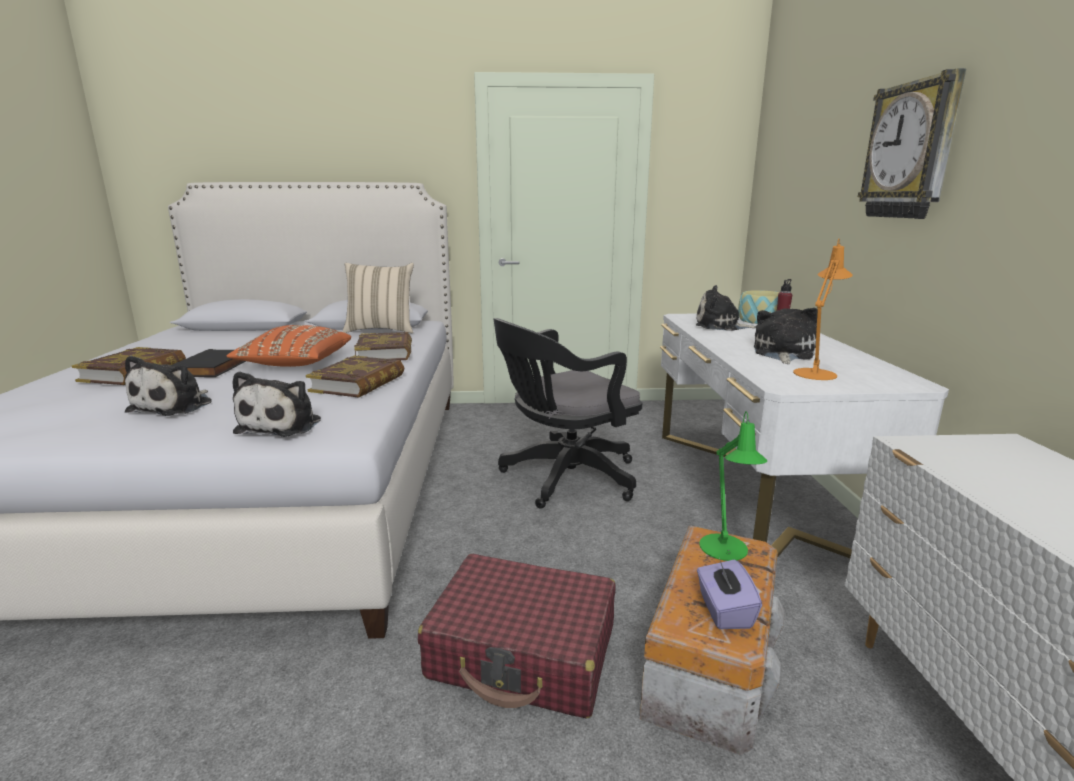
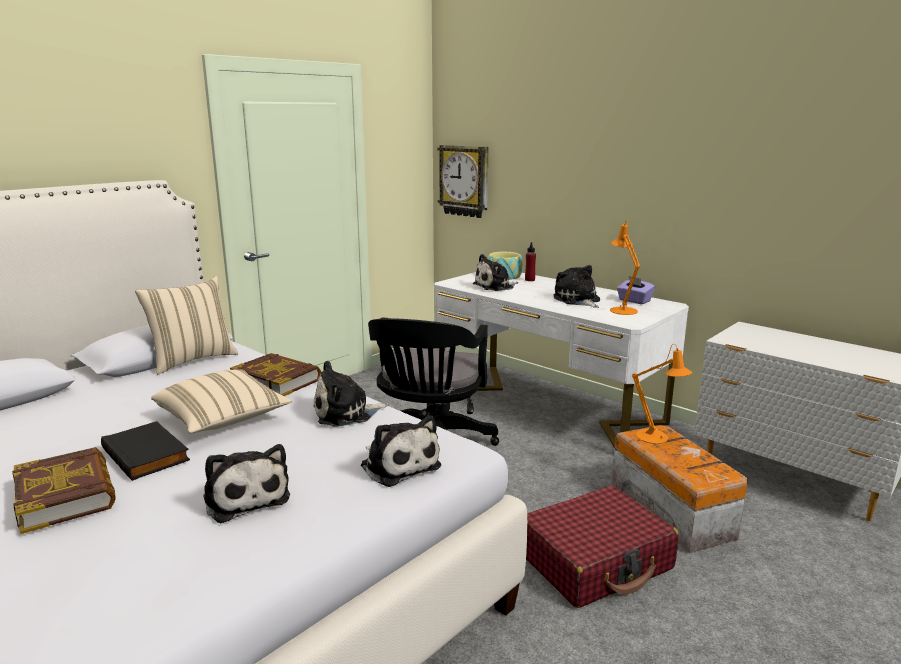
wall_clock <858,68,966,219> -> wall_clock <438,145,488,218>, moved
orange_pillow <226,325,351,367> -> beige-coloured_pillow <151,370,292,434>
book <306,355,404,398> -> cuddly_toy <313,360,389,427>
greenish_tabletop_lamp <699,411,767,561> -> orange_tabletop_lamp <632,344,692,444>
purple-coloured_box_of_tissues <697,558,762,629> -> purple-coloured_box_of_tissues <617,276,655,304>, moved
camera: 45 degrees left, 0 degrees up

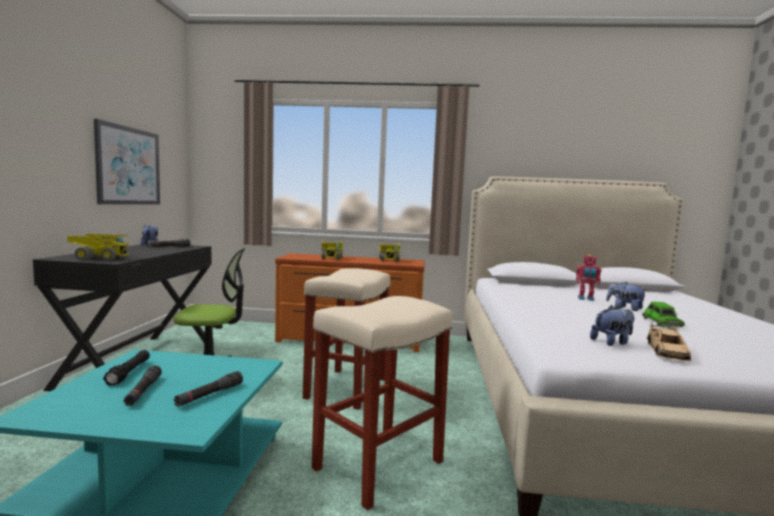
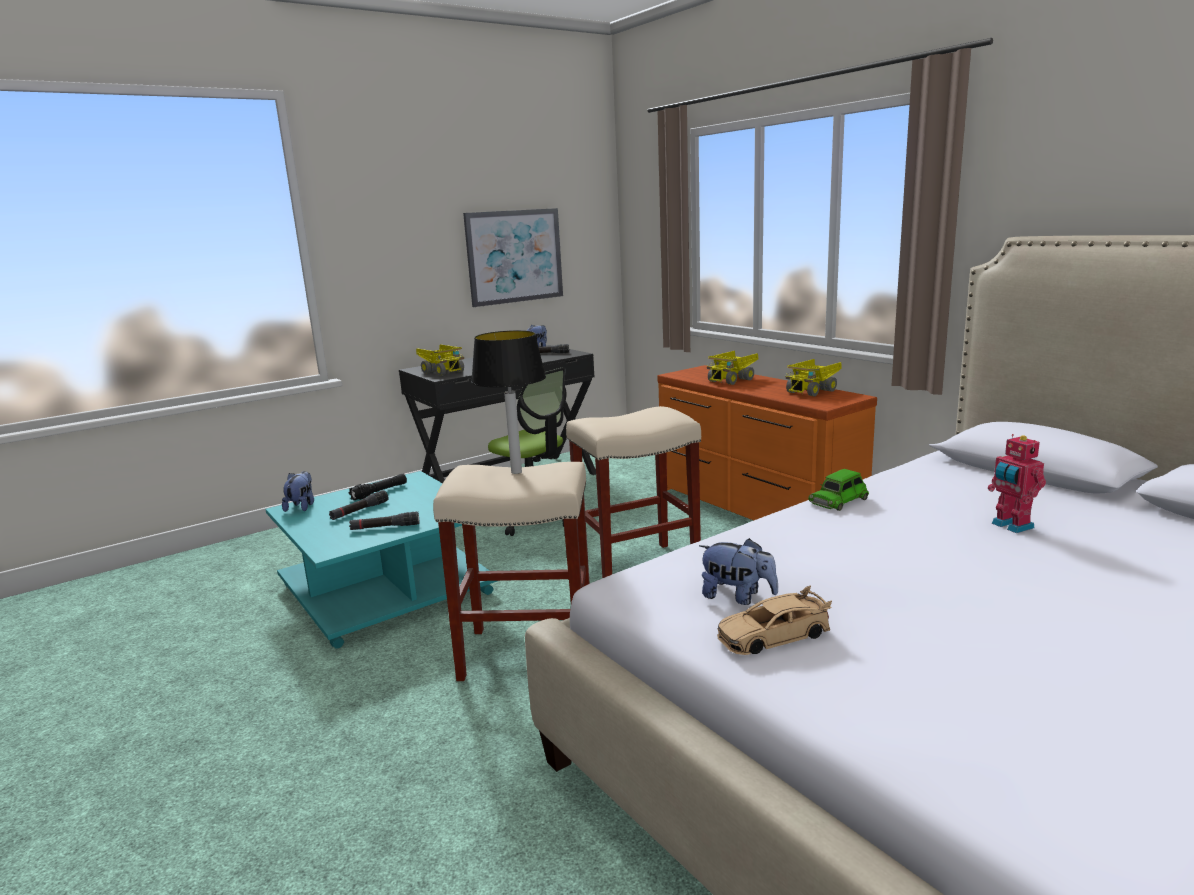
cuddly_toy <606,282,647,311> -> cuddly_toy <282,471,314,512>, moved
greenish_miniature_car <642,302,685,327> -> greenish_miniature_car <808,469,869,511>, moved
none -> tabletop_lamp <471,330,546,474>
camera: 50 degrees right, 10 degrees up

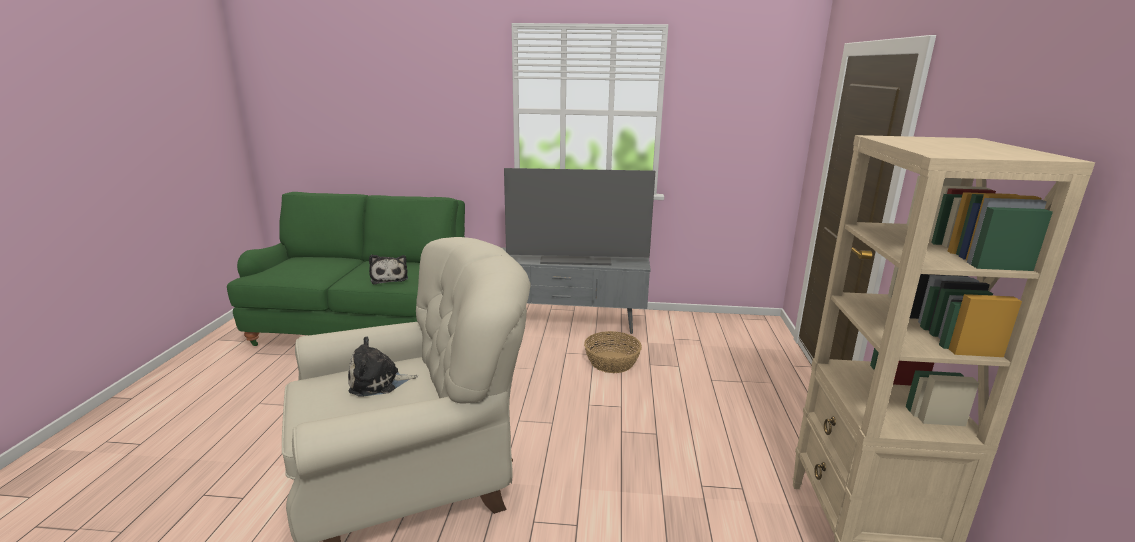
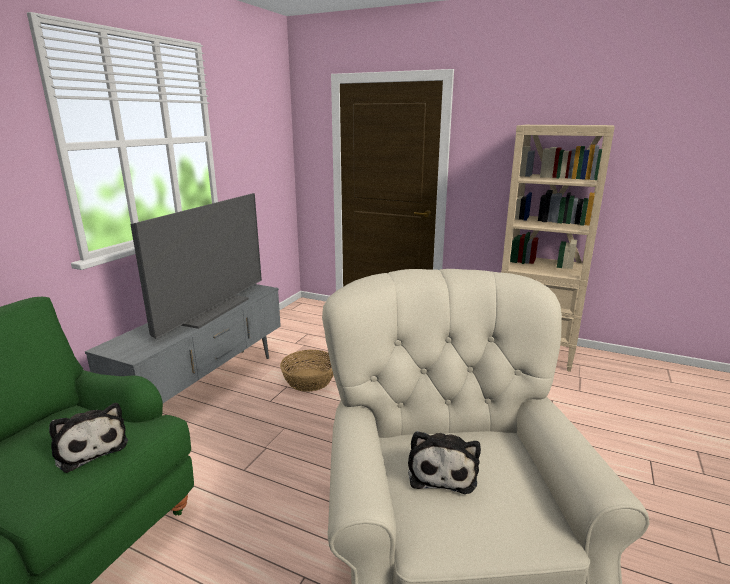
cuddly_toy <369,255,408,285> -> cuddly_toy <49,403,128,473>, 45 degrees clockwise
camera: 70 degrees left, 0 degrees up

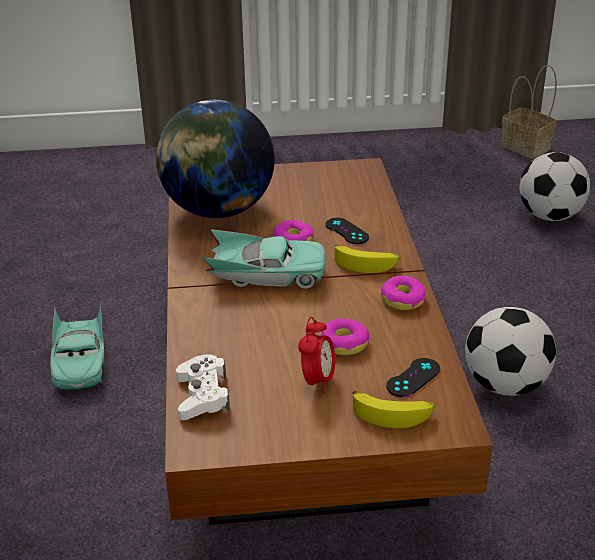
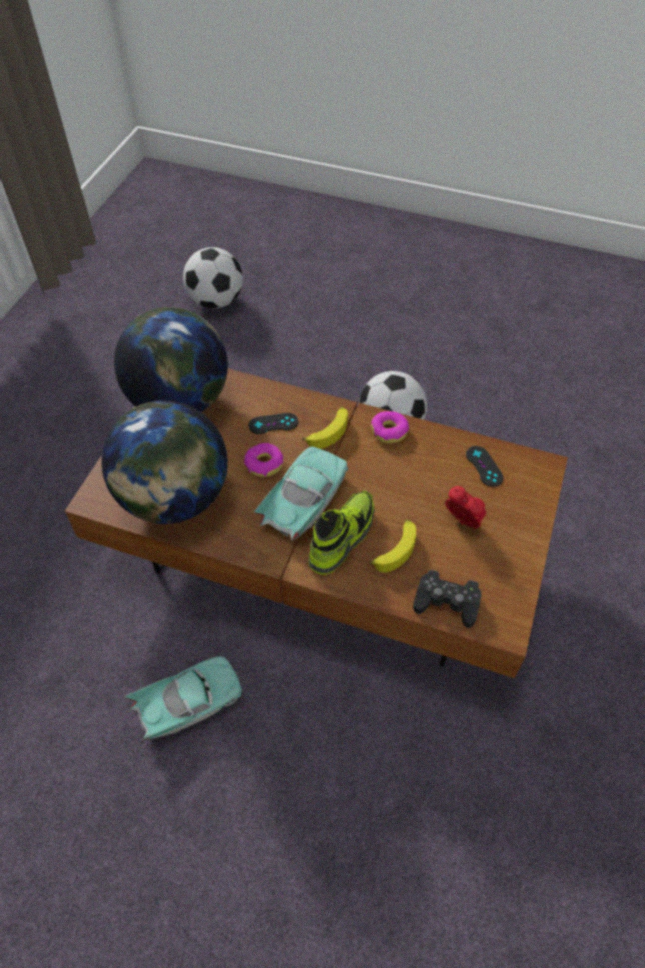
storage_basket <501,65,557,159> -> none
blue-green_miniature_car <50,303,104,390> -> blue-green_miniature_car <124,656,242,740>, 45 degrees counterclockwise
ring_doughnut <321,318,369,355> -> none
white_joypad <176,354,230,420> -> blackish_joypad <413,570,482,628>
banana_fruit <352,391,435,428> -> banana_fruit <369,519,416,573>, moved
none -> world_globe <114,307,228,412>
none -> low_shoe <309,490,375,575>
camera: 65 degrees left, 20 degrees up

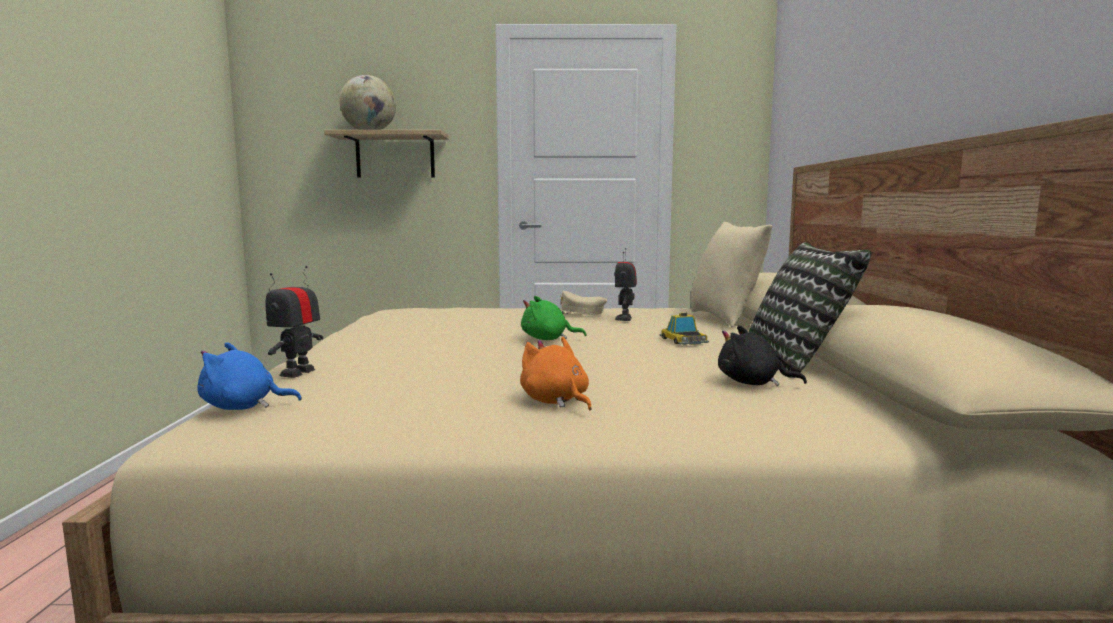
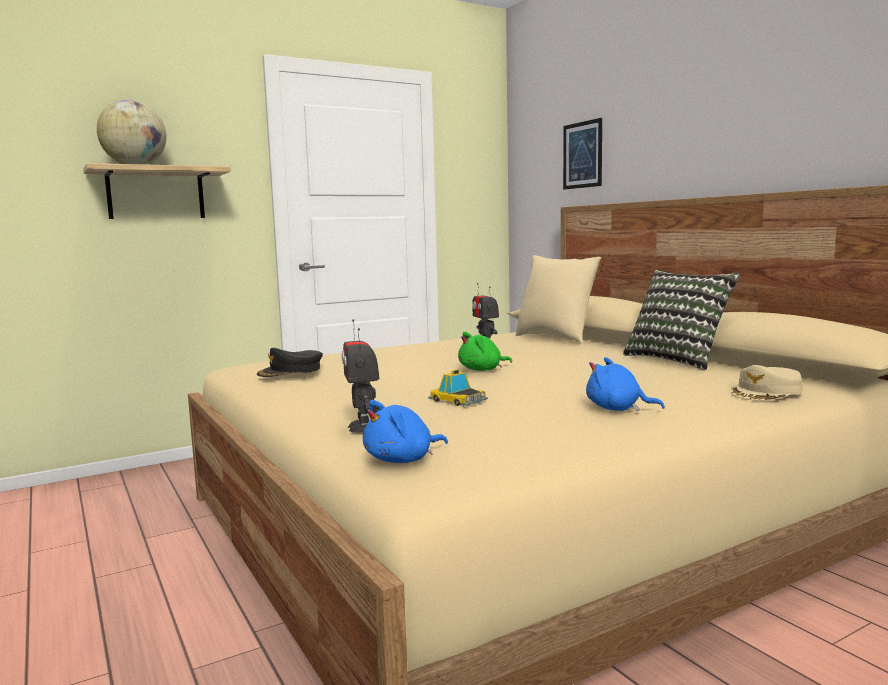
beige-coloured_baseball_cap <559,291,607,315> -> beige-coloured_baseball_cap <731,365,803,401>, moved
miniature_car <659,313,709,345> -> miniature_car <428,369,488,406>, moved
blackish_cuddly_toy <718,325,807,386> -> none
orange_cuddly_toy <520,337,591,410> -> blue_cuddly_toy <586,357,665,411>
none -> wall_picture <563,118,602,190>
none -> blackish_baseball_cap <257,348,323,377>
camera: 30 degrees left, 0 degrees up

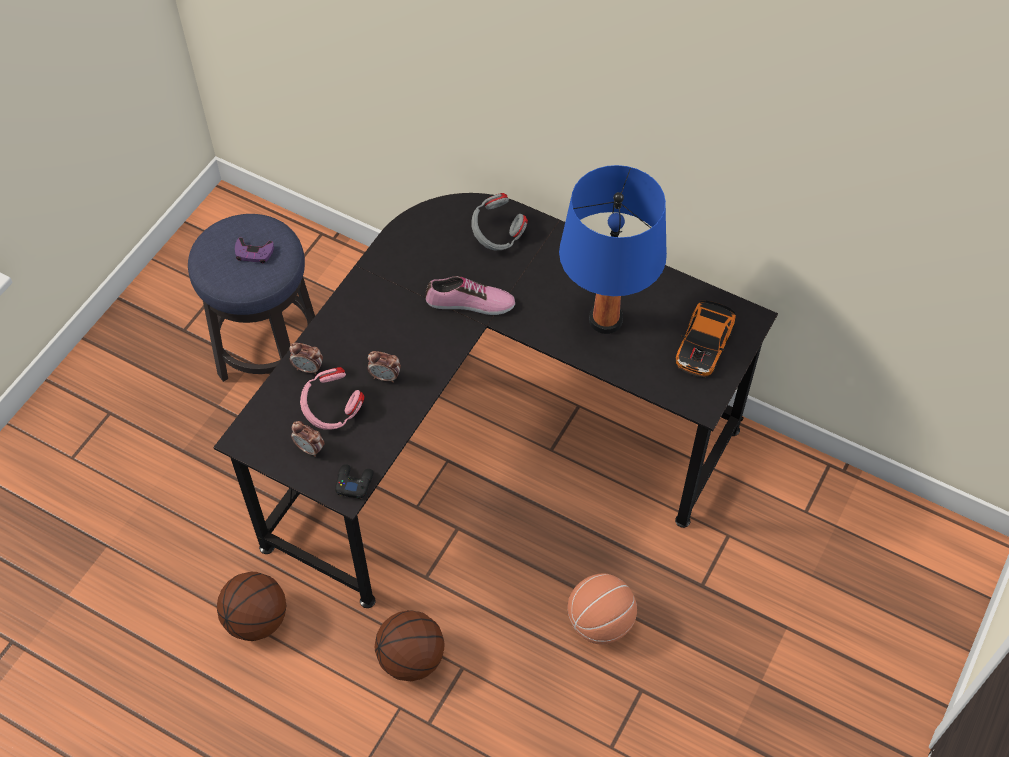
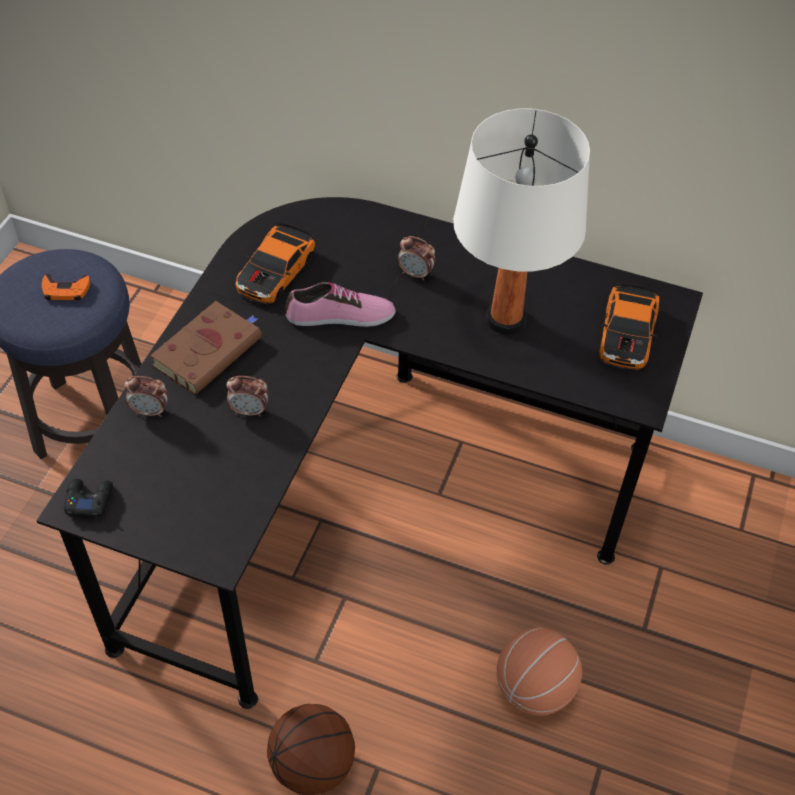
blue_tabletop_lamp <559,165,667,334> -> white_tabletop_lamp <453,109,590,335>
grey_headset <472,193,528,250> -> none
purple-coloured_joypad <235,238,274,263> -> orange_joypad <42,274,90,301>
pink_headset <300,367,365,429> -> none
alarm_clock <291,421,325,457> -> alarm_clock <397,236,435,281>, moved
blackish_joypad <335,464,373,499> -> blackish_joypad <64,479,113,519>, moved
basketball_ball <217,572,286,641> -> none
none -> miniature_car <235,223,315,304>
none -> brown-coloured_book <150,301,262,395>
camera: 10 degrees left, 5 degrees down

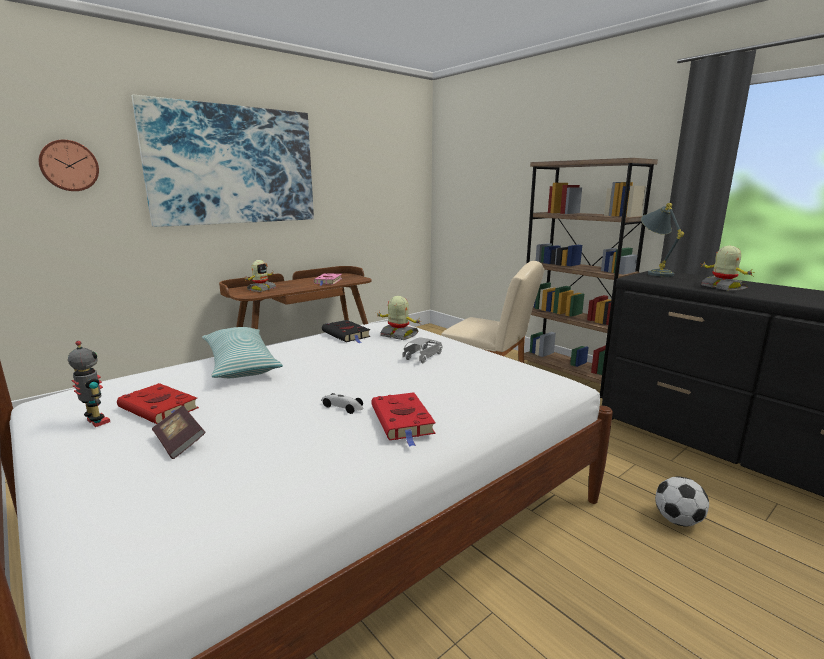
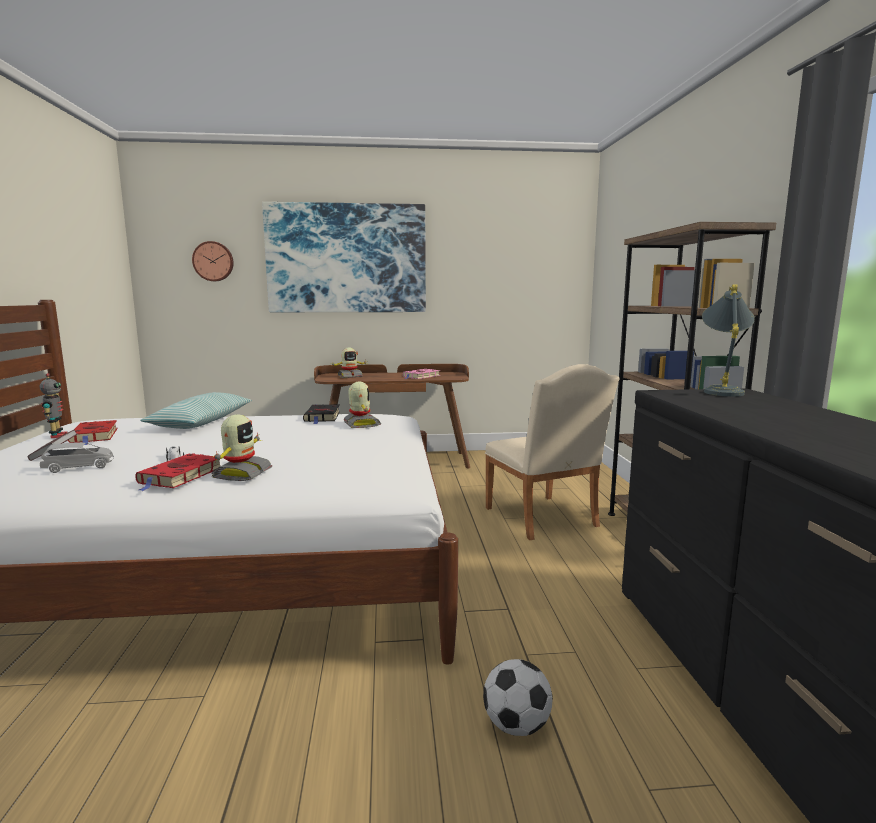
model_robot <701,246,755,291> -> model_robot <212,414,272,481>, moved
grey_miniature_car <402,337,443,363> -> grey_miniature_car <40,442,114,473>, moved
camera: 35 degrees right, 5 degrees down

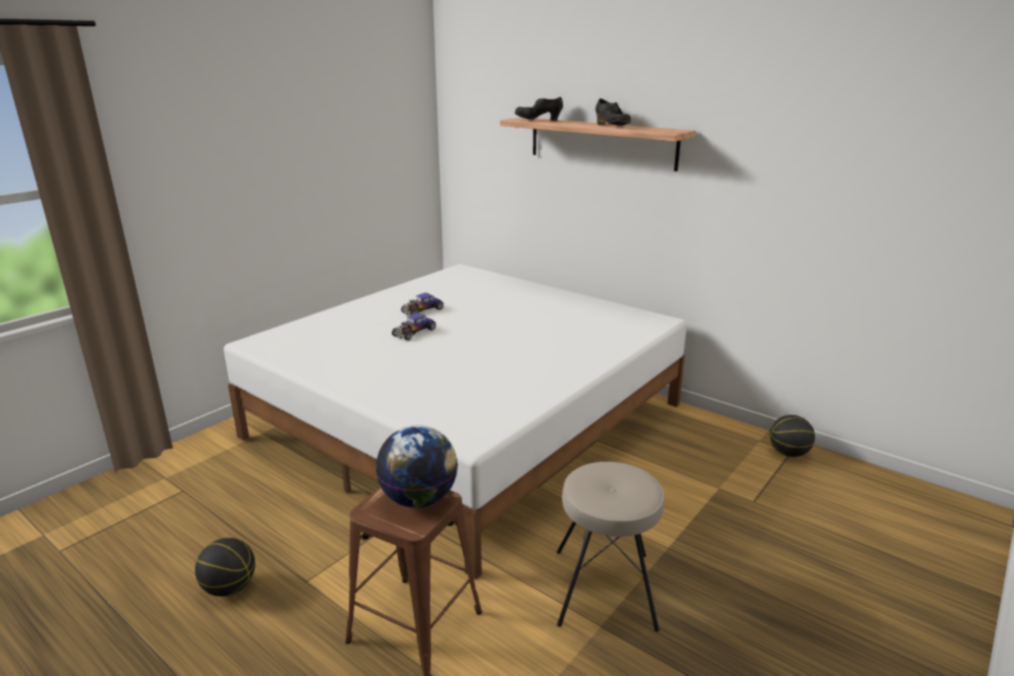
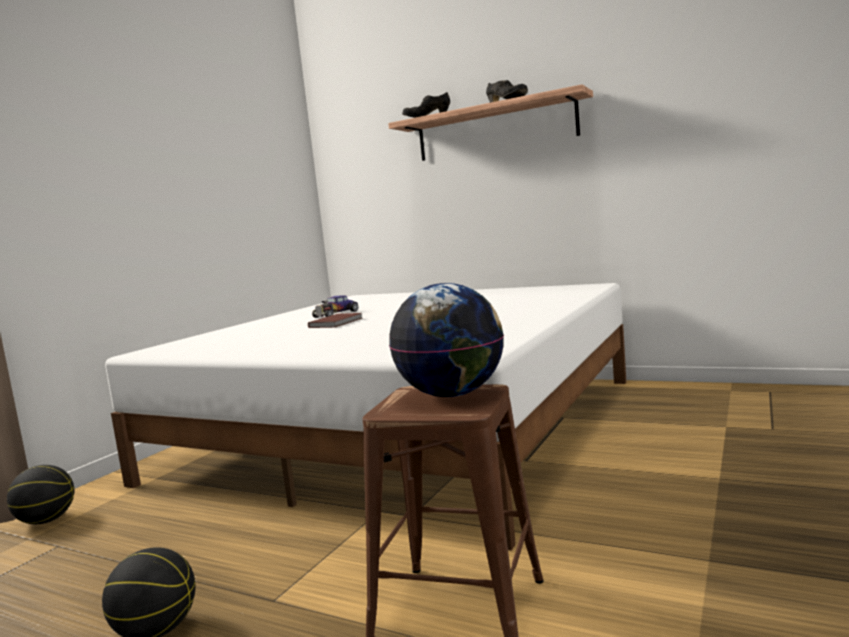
miniature_car <392,313,436,341> -> brown-coloured_book <308,313,363,328>
basketball_ball <770,415,815,457> -> basketball_ball <7,465,74,524>, moved
beige-coloured_stool_seat <557,462,664,632> -> none
camera: 10 degrees left, 15 degrees down

